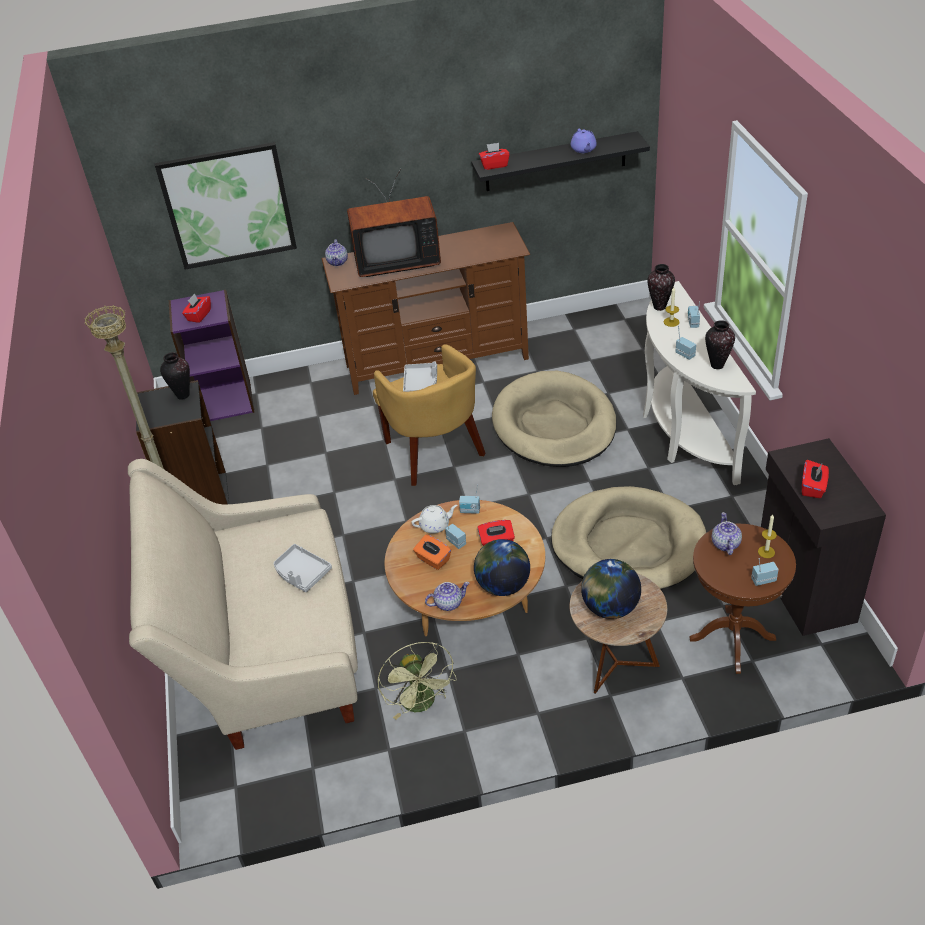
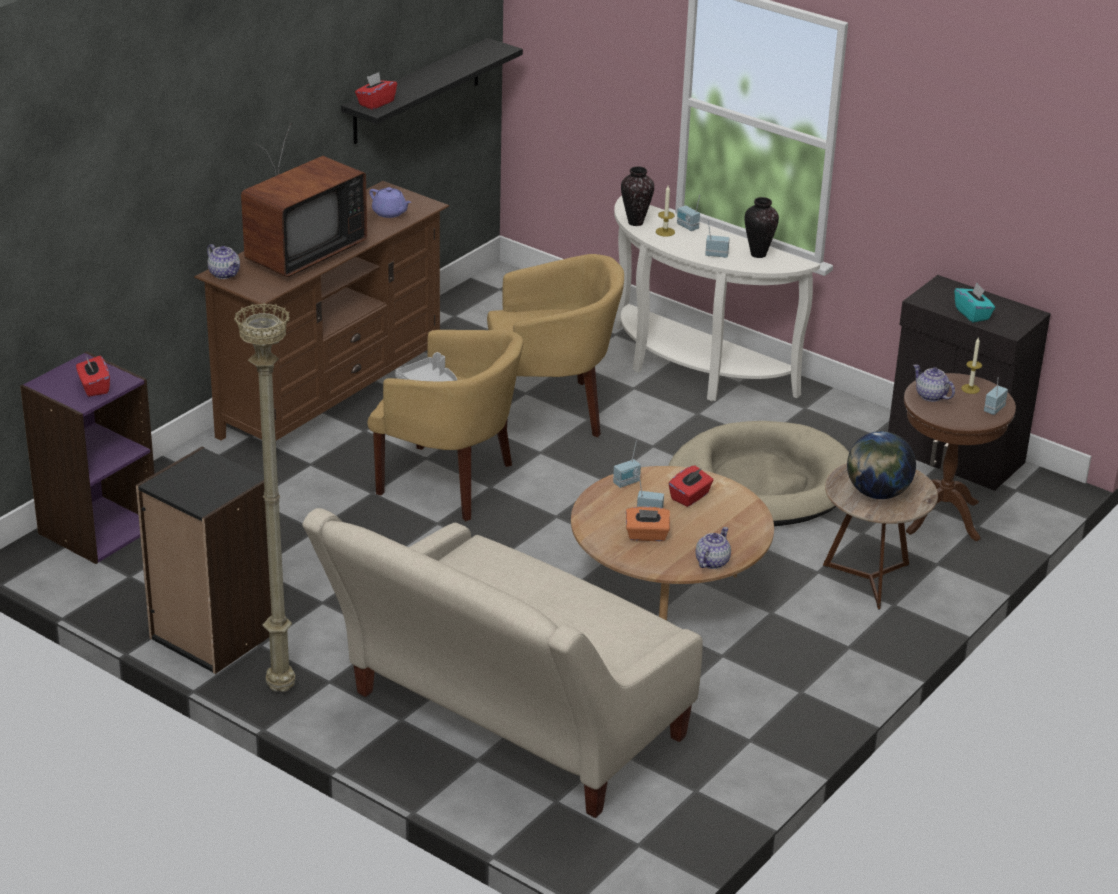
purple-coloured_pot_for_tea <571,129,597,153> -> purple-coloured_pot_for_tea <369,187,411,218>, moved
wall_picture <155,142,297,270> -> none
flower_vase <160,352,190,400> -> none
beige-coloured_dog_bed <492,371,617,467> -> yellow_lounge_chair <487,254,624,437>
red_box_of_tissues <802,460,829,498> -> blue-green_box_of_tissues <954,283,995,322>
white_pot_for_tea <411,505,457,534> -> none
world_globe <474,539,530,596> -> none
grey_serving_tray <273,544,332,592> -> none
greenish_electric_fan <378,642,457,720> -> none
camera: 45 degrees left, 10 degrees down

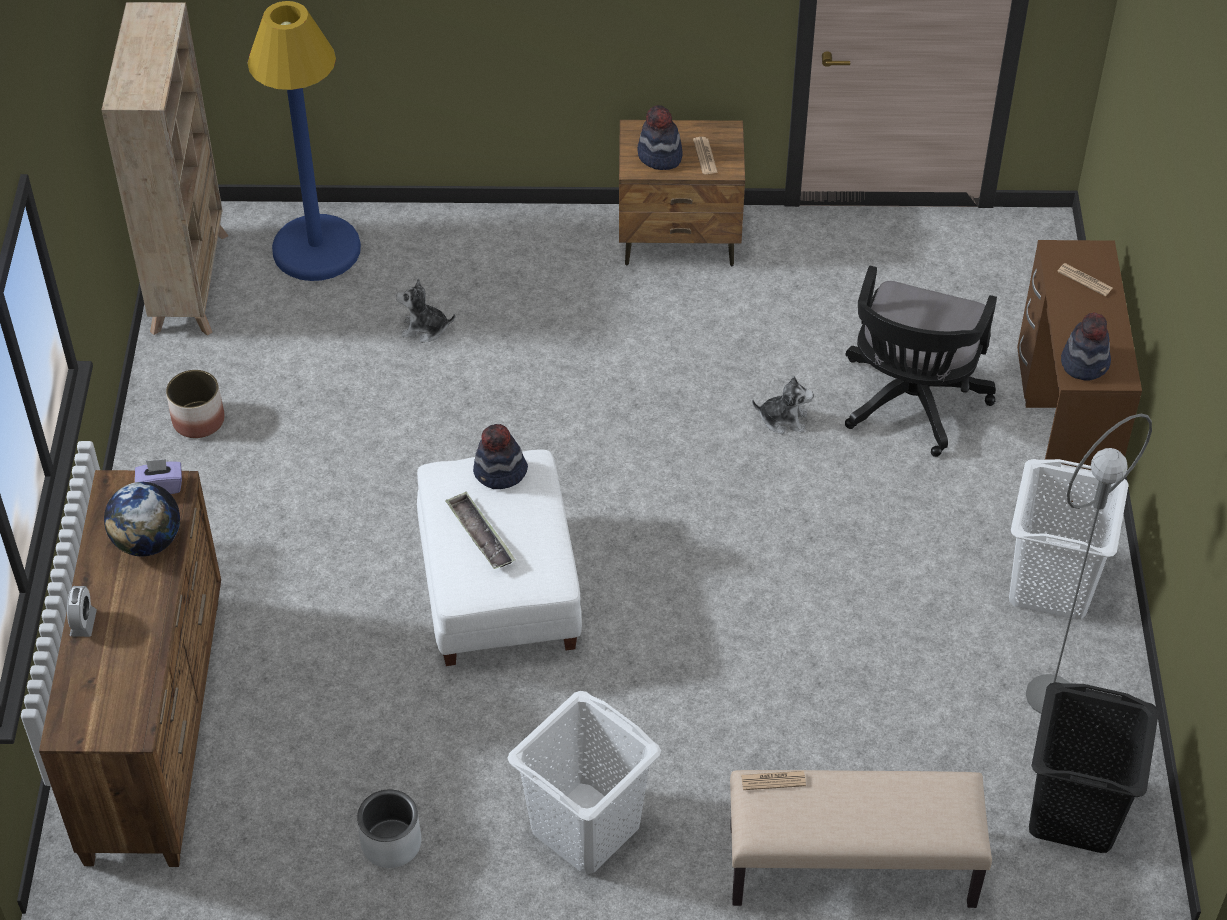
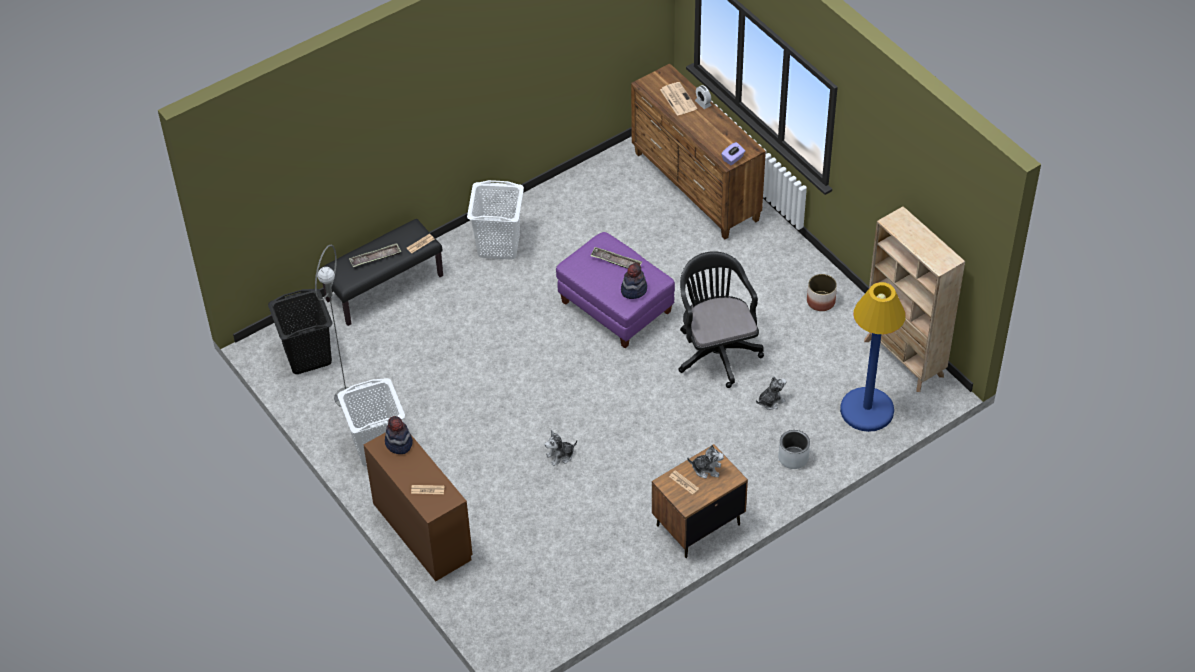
wearable_hat <637,105,683,170> -> cuddly_toy <687,445,724,479>
blackish_office_chair <845,266,997,457> -> blackish_office_chair <679,251,764,388>, moved
white_footrest <417,449,582,666> -> purple-coloured_footrest <556,232,675,348>
world_globe <104,482,180,556> -> none
beige-coloured_bench <730,770,992,908> -> blackish_bench <319,219,443,326>
grey_flower_pot <357,789,421,868> -> grey_flower_pot <778,430,810,469>, moved
none -> newspaper <660,82,697,116>
none -> serving_tray <349,243,401,267>
camera: 145 degrees right, 0 degrees up

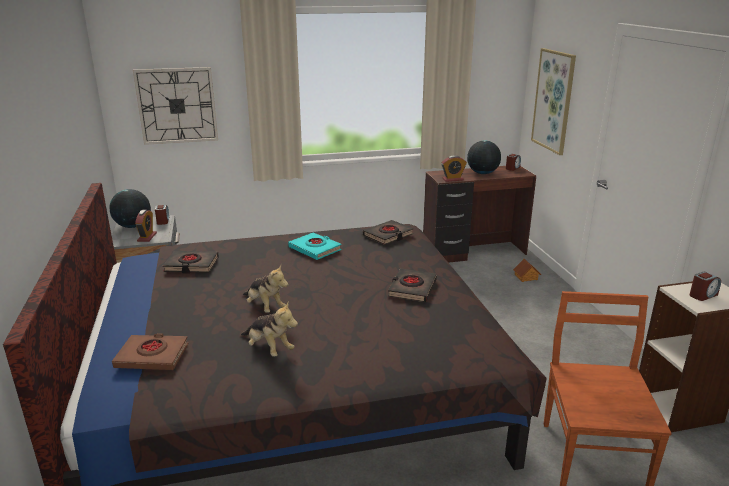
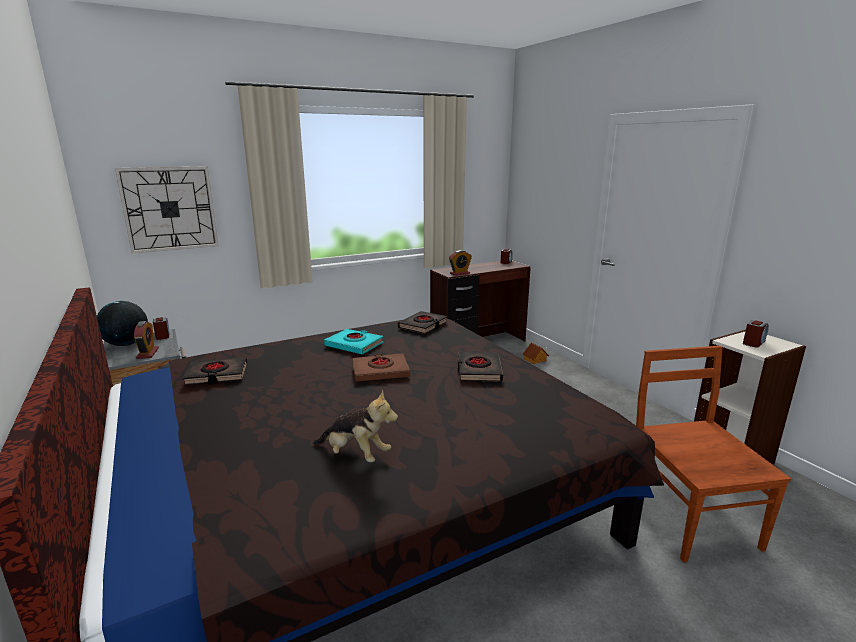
wall_picture <531,48,576,155> -> none
world_globe <467,140,501,174> -> none
cuddly_toy <243,265,288,313> -> none
brown-coloured_book <112,333,188,370> -> brown-coloured_book <353,353,410,382>, moved
camera: 15 degrees left, 5 degrees down

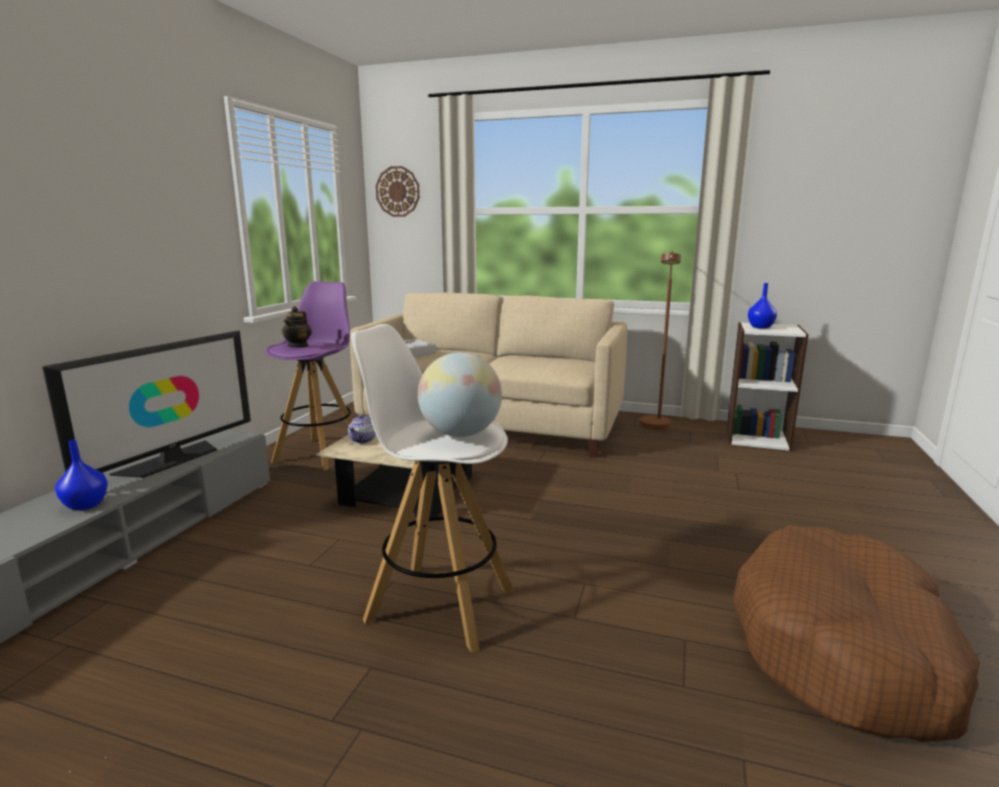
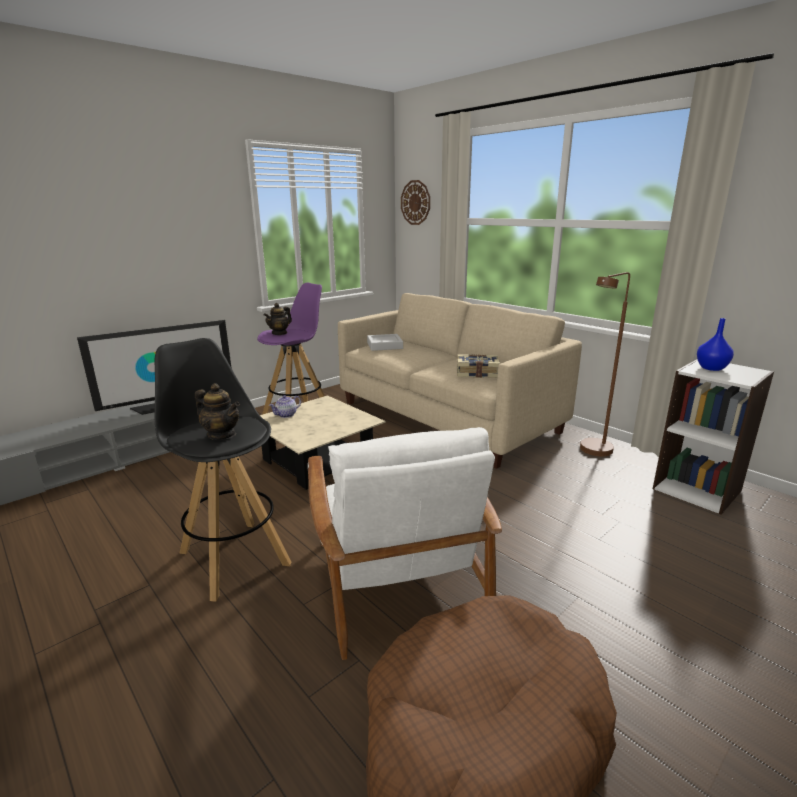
white_stool_seat <351,324,515,653> -> blackish_stool_seat <154,338,291,602>
world_globe <418,352,502,437> -> pot_for_tea <195,383,240,440>
blue_flower_vase <55,440,108,511> -> none
none -> book <457,354,500,378>
none -> white_lounge_chair <308,427,502,660>
camera: 30 degrees right, 5 degrees up

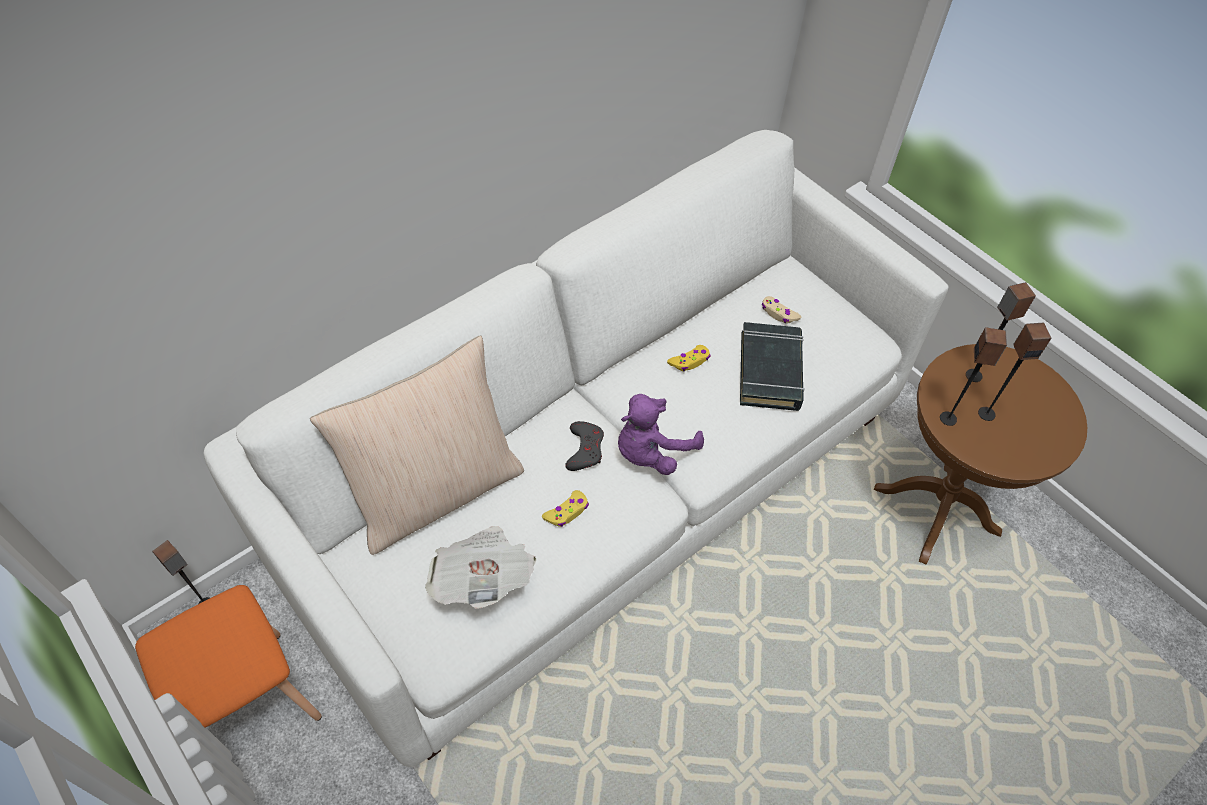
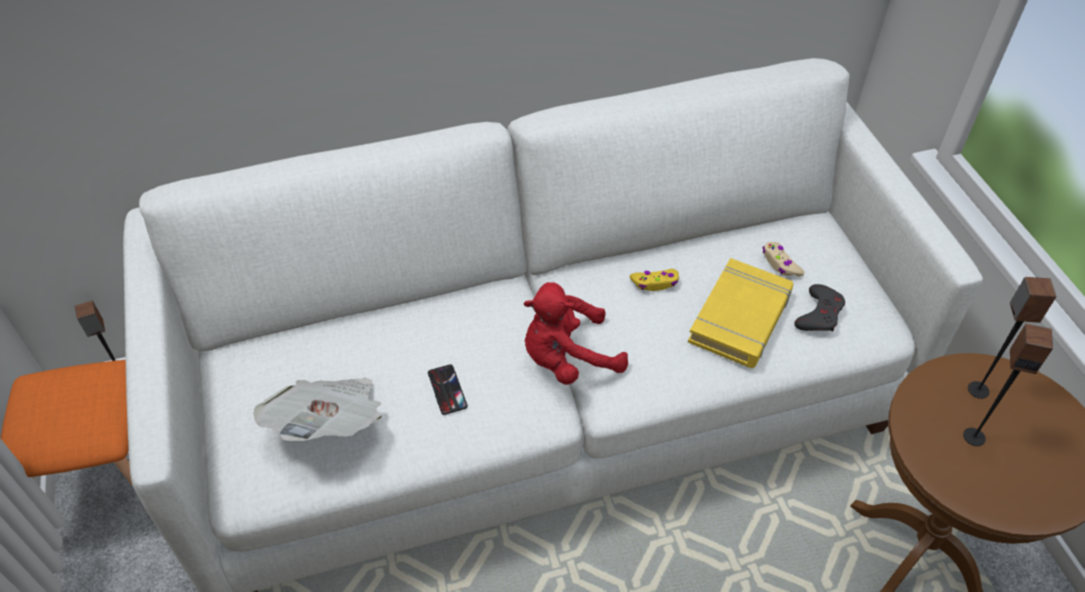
blackish_book <740,322,805,411> -> yellow_book <688,258,793,368>
audio_speaker <940,327,1007,426> -> none
beige-coloured_pillow <310,336,524,555> -> none
purple-coloured_cuddly_toy <618,394,704,475> -> red_cuddly_toy <524,282,628,385>
grey_joypad <565,421,604,471> -> grey_joypad <794,284,845,332>, moved
yellow_joypad <542,490,589,527> -> phone <428,364,467,415>
camera: 25 degrees right, 5 degrees down

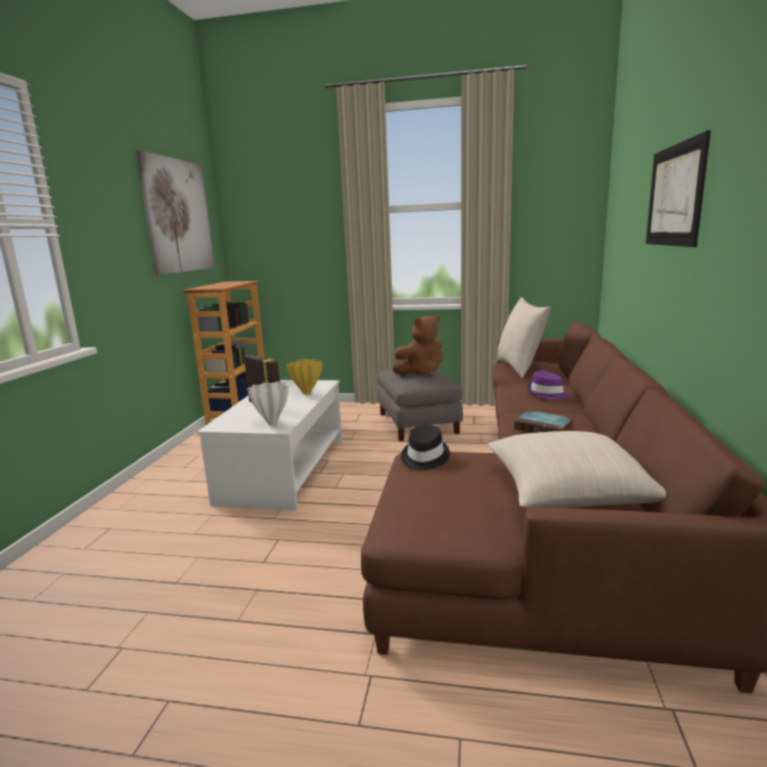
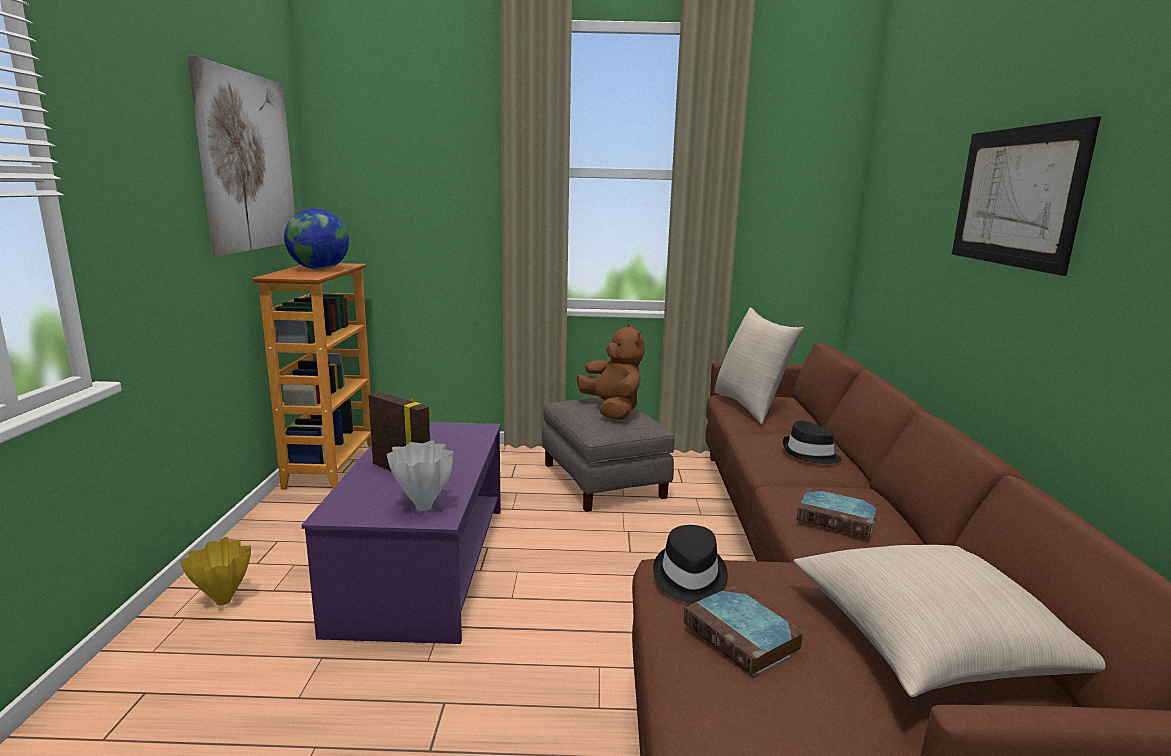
brown-coloured_cuddly_toy <393,315,443,377> -> brown-coloured_cuddly_toy <577,324,645,420>, 75 degrees counterclockwise
yellow_flower_vase <286,358,322,395> -> yellow_flower_vase <180,537,251,606>, moved
purple-coloured_wearable_hat <527,370,569,399> -> blackish_wearable_hat <783,420,842,464>
white_low_table <197,380,342,511> -> purple-coloured_low_table <302,422,501,644>
none -> world_globe <284,208,349,270>
none -> book <684,586,804,677>
camera: 10 degrees left, 0 degrees up

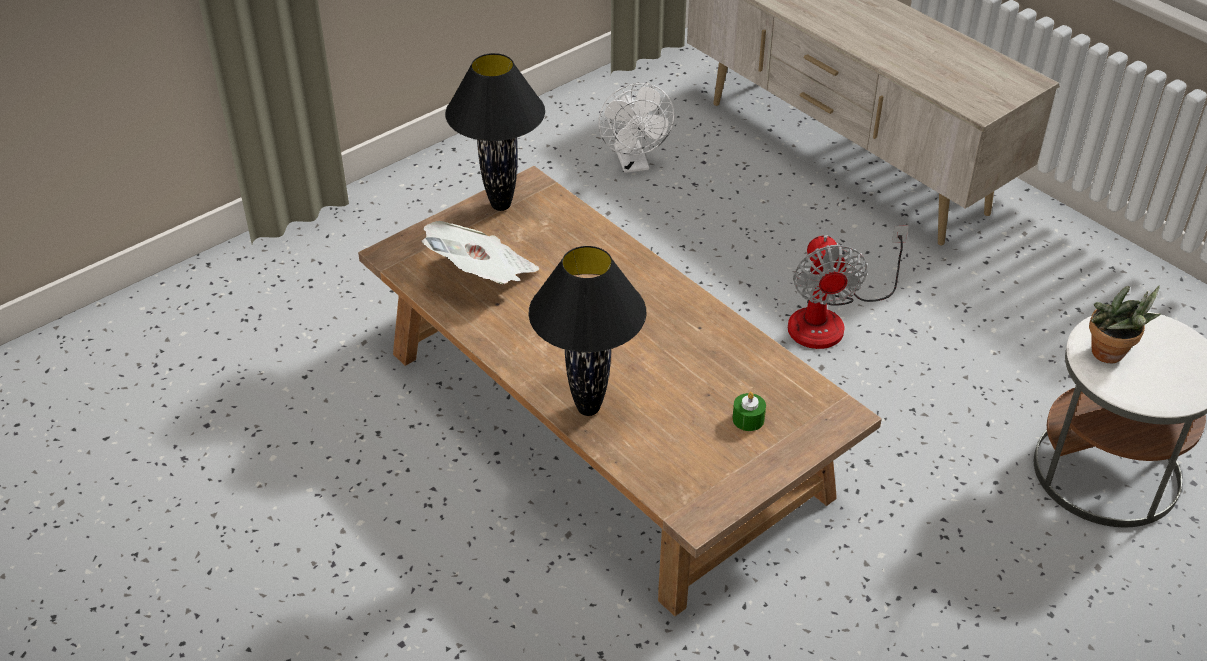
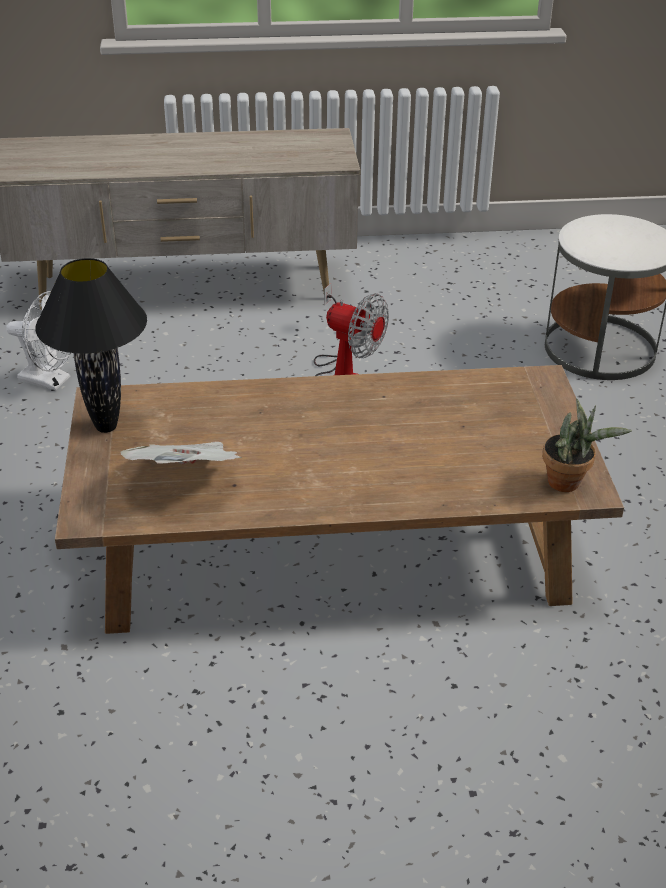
blackish_tabletop_lamp <528,246,647,416> -> none
houseplant <1089,285,1161,363> -> houseplant <542,398,632,492>, moved
greenish_wax_light <732,392,766,431> -> none
camera: 55 degrees left, 5 degrees down

